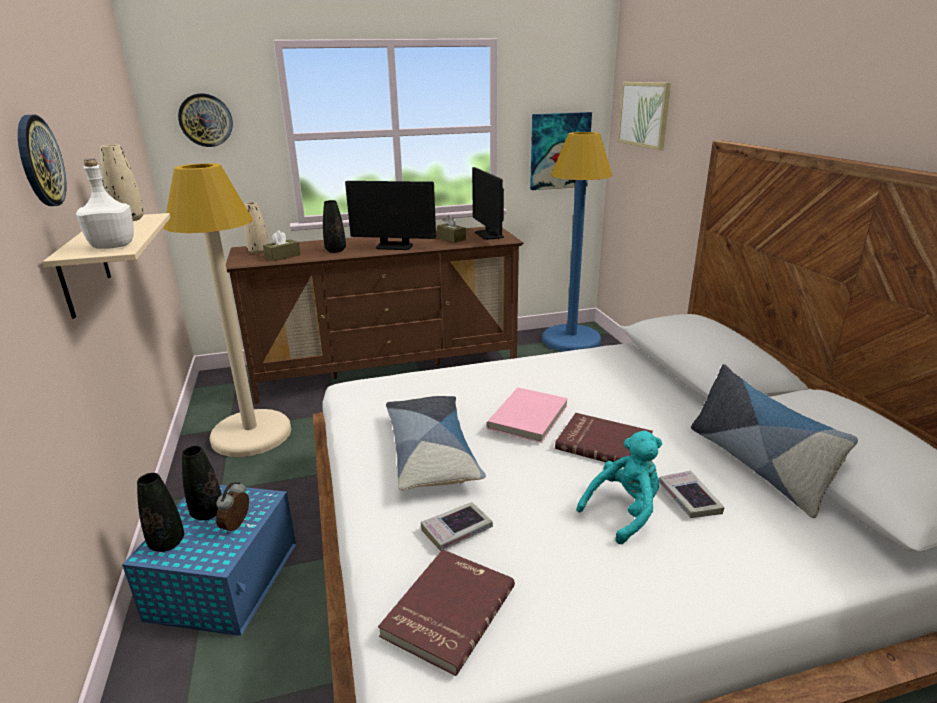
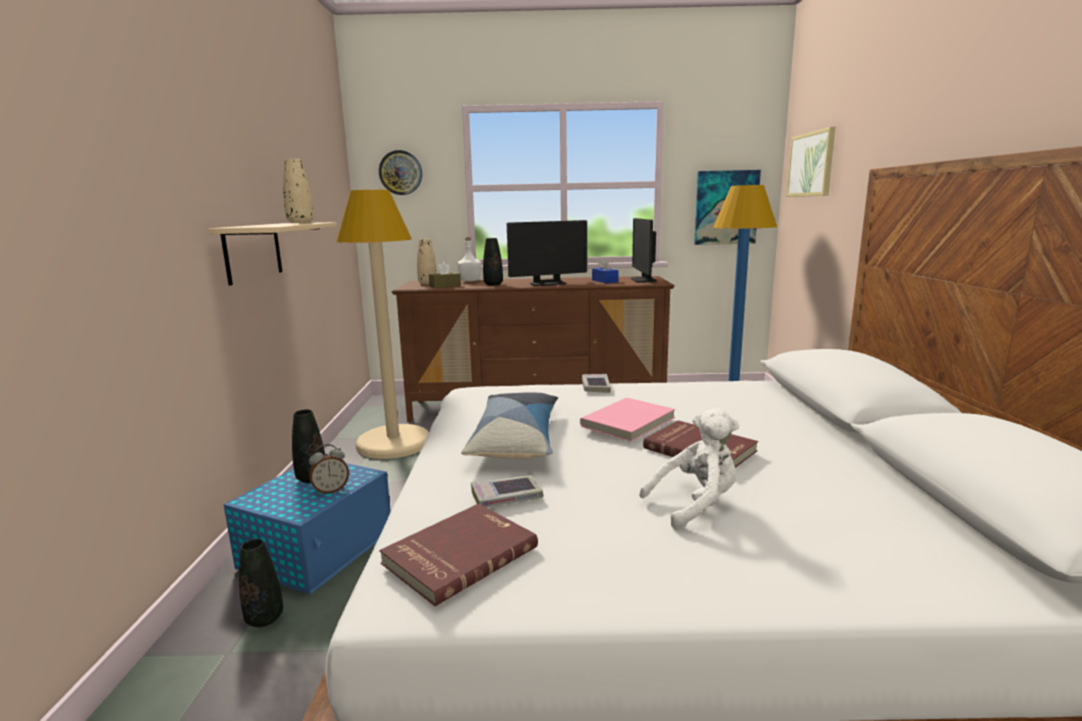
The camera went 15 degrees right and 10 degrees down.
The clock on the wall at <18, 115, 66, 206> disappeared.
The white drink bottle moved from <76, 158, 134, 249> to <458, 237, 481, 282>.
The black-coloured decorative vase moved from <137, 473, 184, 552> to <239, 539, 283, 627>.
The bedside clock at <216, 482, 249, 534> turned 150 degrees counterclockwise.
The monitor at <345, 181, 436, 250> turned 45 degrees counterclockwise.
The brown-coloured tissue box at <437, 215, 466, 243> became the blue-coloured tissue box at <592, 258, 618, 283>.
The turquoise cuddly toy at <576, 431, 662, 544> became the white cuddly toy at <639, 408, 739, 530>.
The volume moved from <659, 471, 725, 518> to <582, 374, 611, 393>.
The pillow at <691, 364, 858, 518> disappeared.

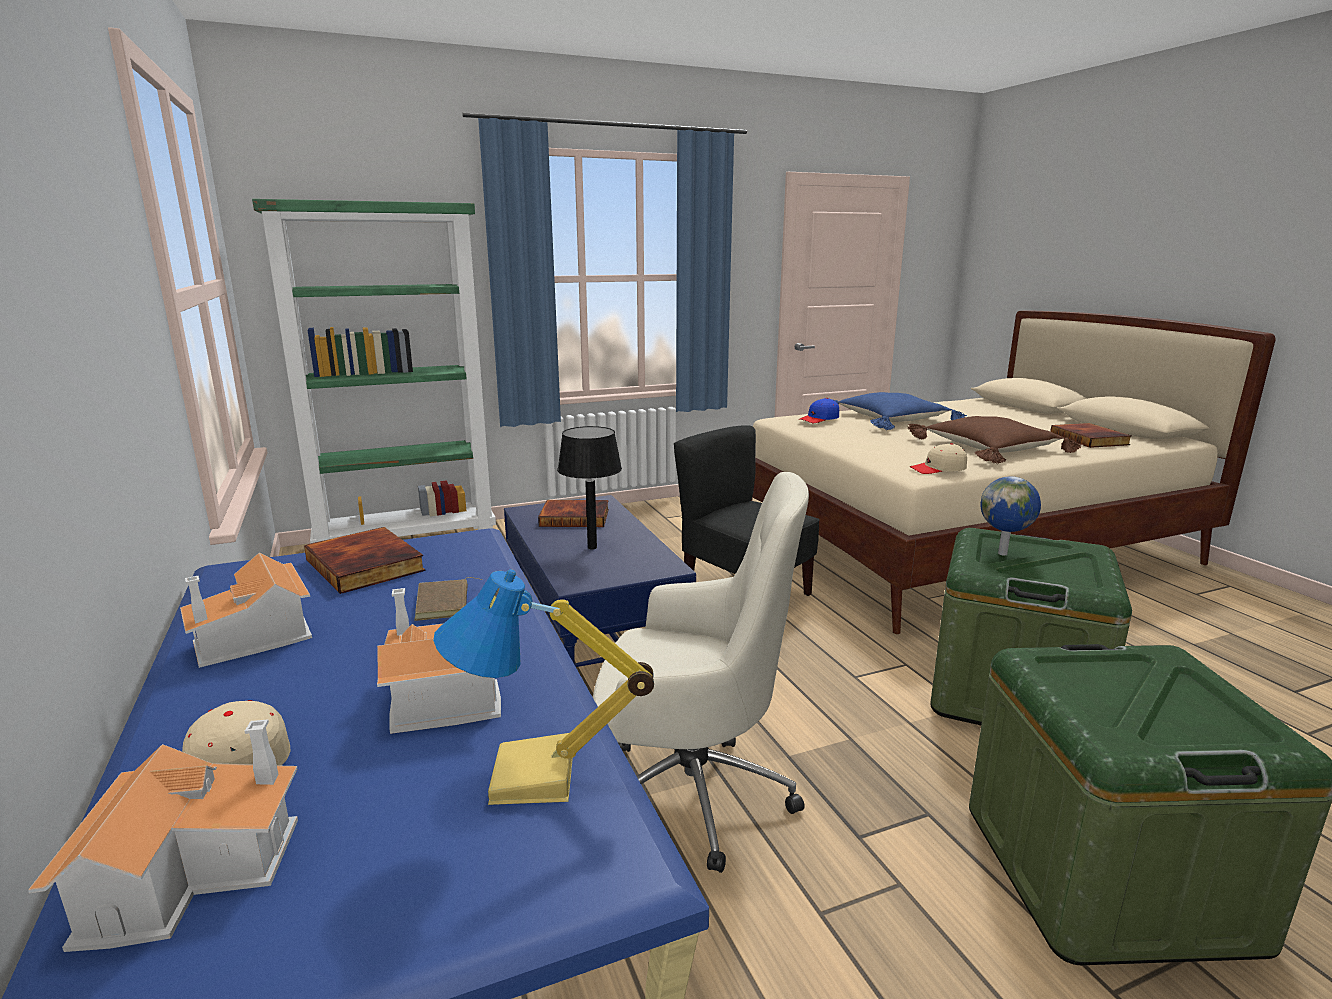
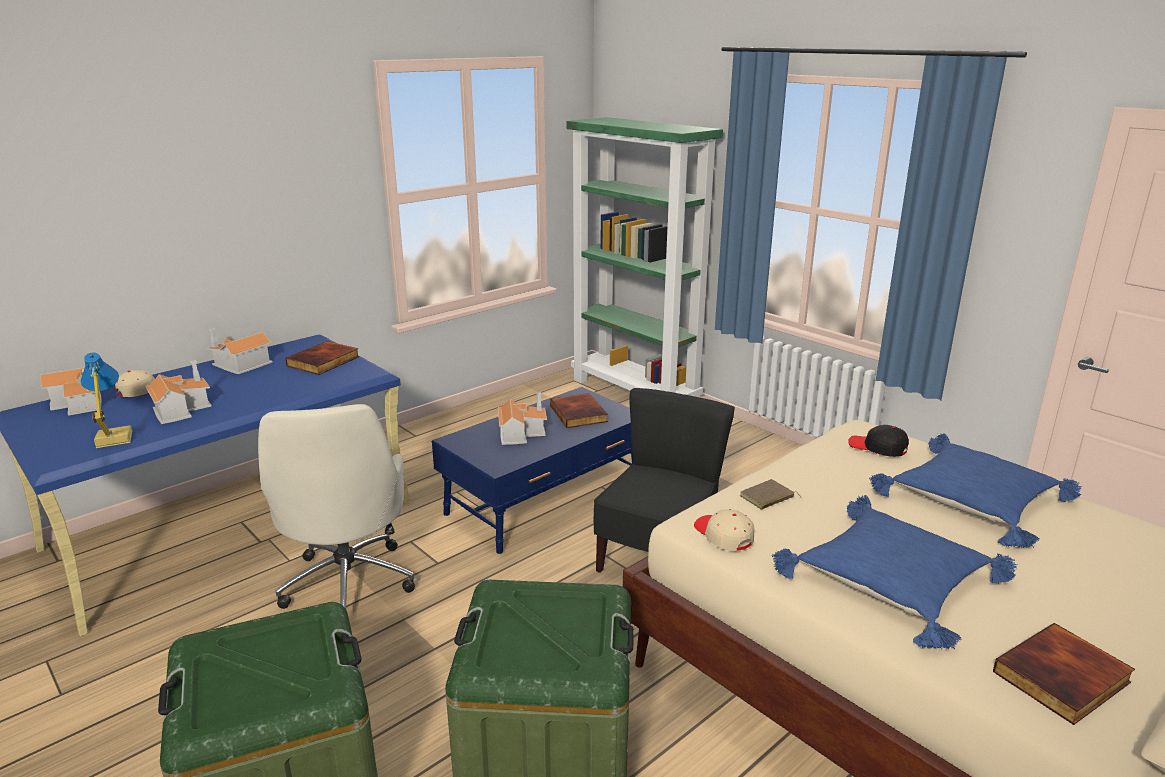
The camera went 70 degrees right and 5 degrees up.
The brown-coloured volume moved from <414, 577, 482, 621> to <740, 479, 802, 510>.
The black-coloured lamp for a table at <557, 426, 622, 550> was replaced by the miniature house at <498, 392, 547, 445>.
The blue-coloured peaked cap at <798, 398, 839, 423> became the black-coloured peaked cap at <848, 425, 909, 457>.
The brown-coloured pillow at <908, 416, 1084, 464> became the blue-coloured pillow at <771, 495, 1017, 650>.
The desk globe at <980, 476, 1041, 556> disappeared.

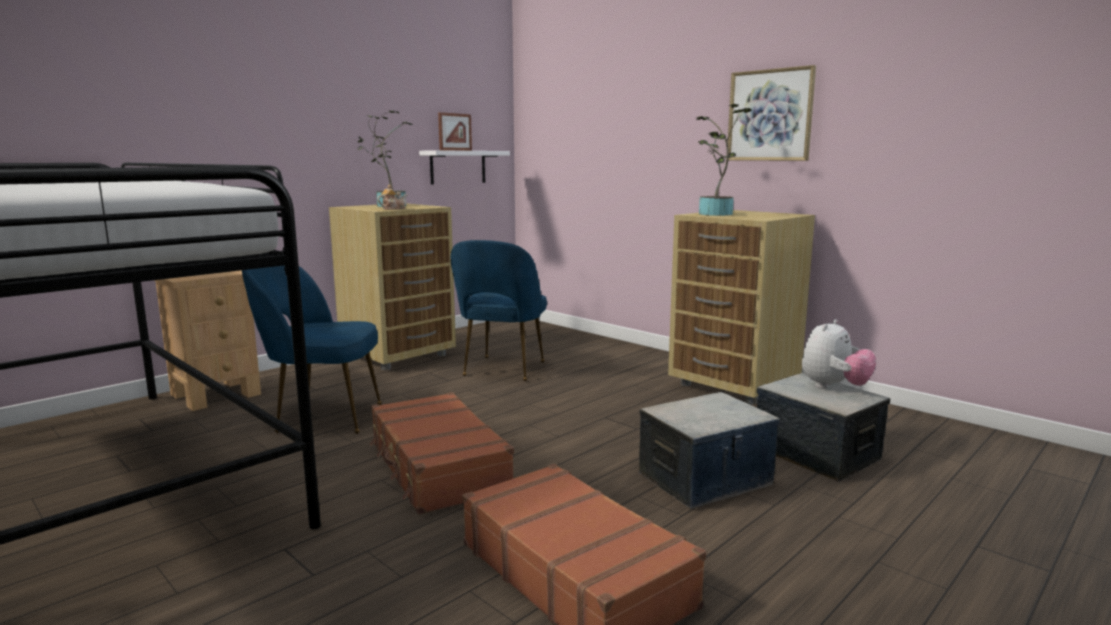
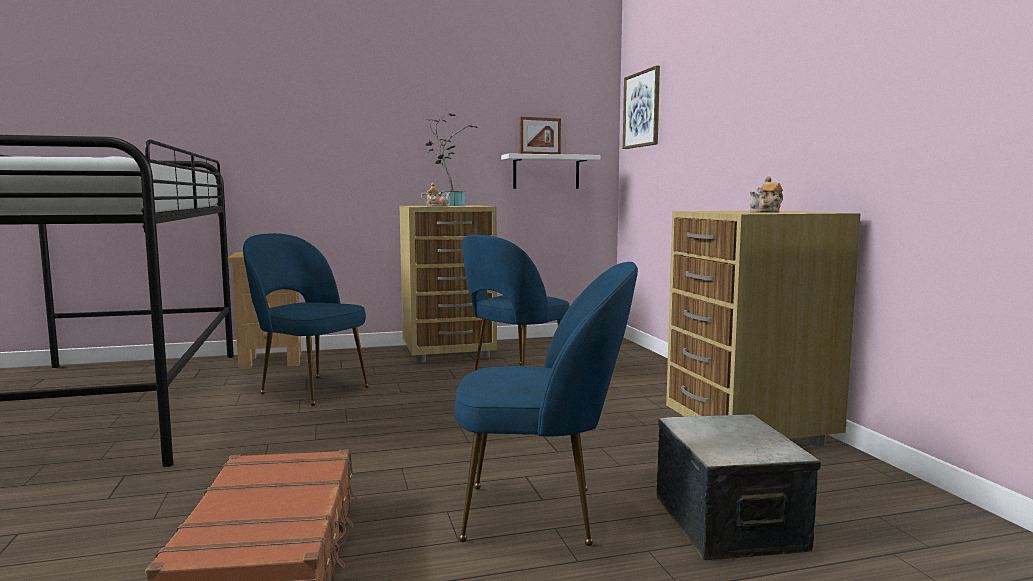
The camera went 30 degrees right and 5 degrees down.
The brown-coloured suitcase at <370, 392, 514, 514> disappeared.
The storage box at <639, 392, 780, 509> was replaced by the blue-coloured upright chair at <454, 262, 638, 546>.
The plant in a pot at <696, 104, 752, 216> disappeared.
The picture moved from <728, 65, 816, 161> to <623, 66, 660, 149>.
The cuddly toy at <802, 319, 876, 389> disappeared.
The pot for tea at <750, 177, 783, 213> appeared.

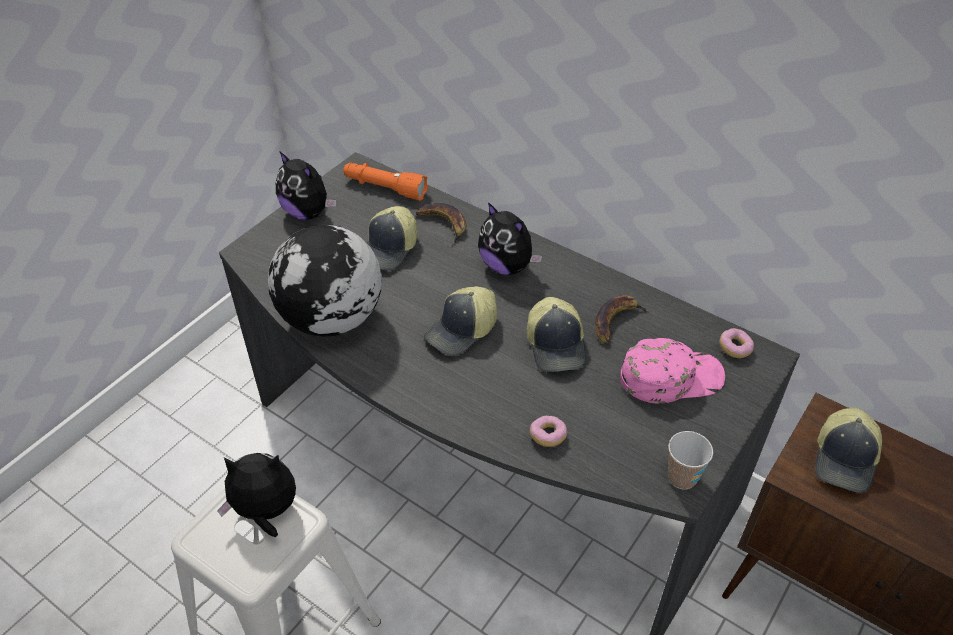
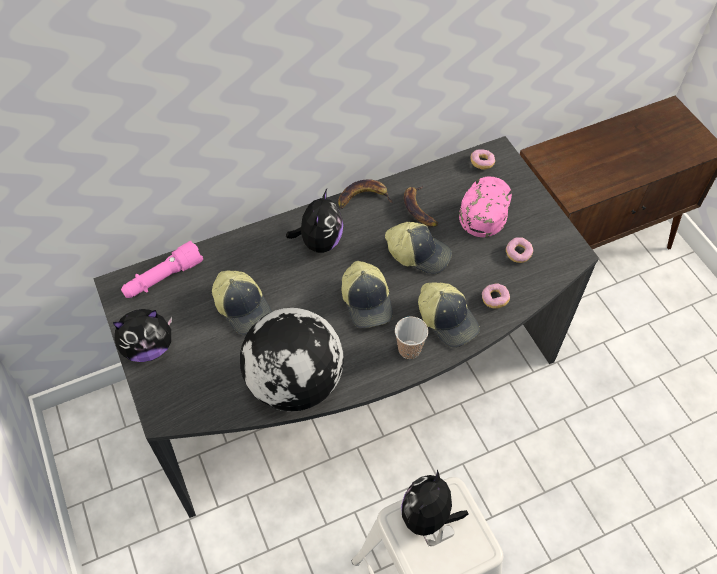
The camera went 60 degrees left and 10 degrees up.
The orange-coloured torch at <343, 163, 428, 200> became the pink torch at <121, 241, 203, 298>.
The banana fruit moved from <416, 203, 466, 246> to <338, 179, 393, 209>.
The cuddly toy at <478, 202, 542, 275> turned 60 degrees counterclockwise.
The small cup moved from <668, 431, 713, 490> to <395, 316, 428, 359>.
The peaked cap moved from <815, 408, 882, 493> to <418, 282, 480, 348>.
The doughnut at <506, 237, 533, 263> appeared.

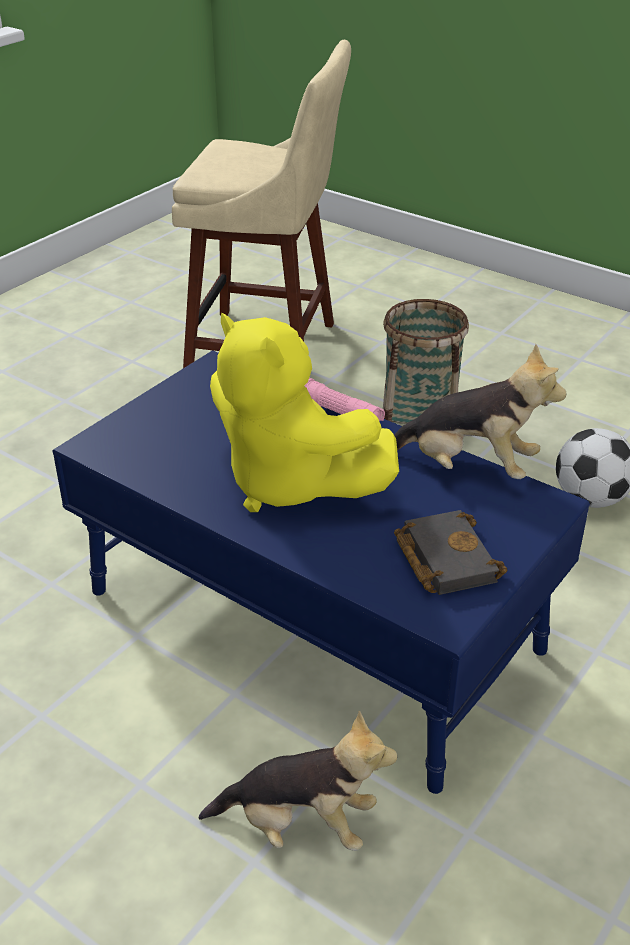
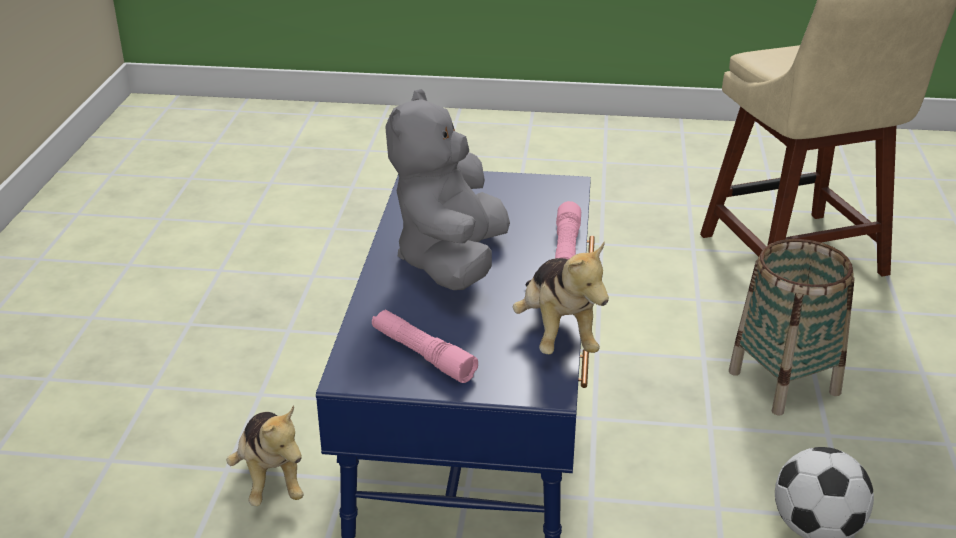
The camera went 60 degrees right and 5 degrees down.
The yellow cuddly toy at <210, 312, 399, 512> became the grey cuddly toy at <385, 89, 510, 290>.
The black-coloured volume at <394, 510, 507, 595> was replaced by the pink torch at <372, 310, 478, 383>.

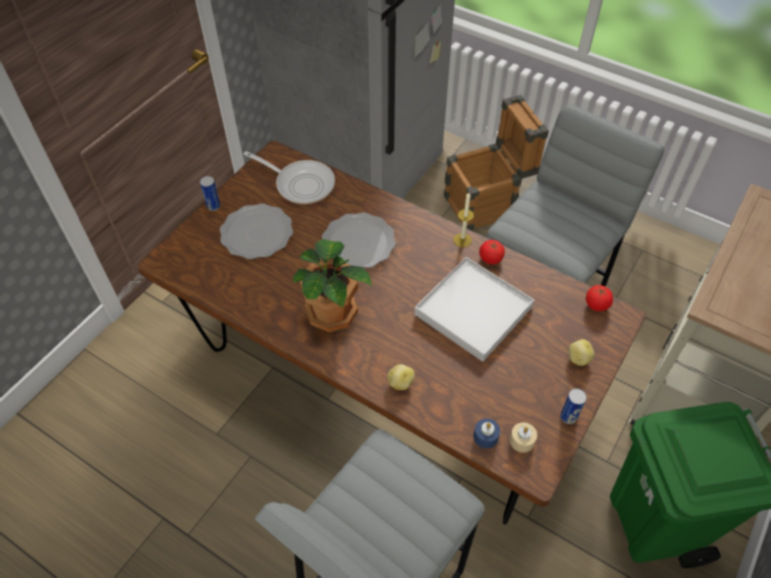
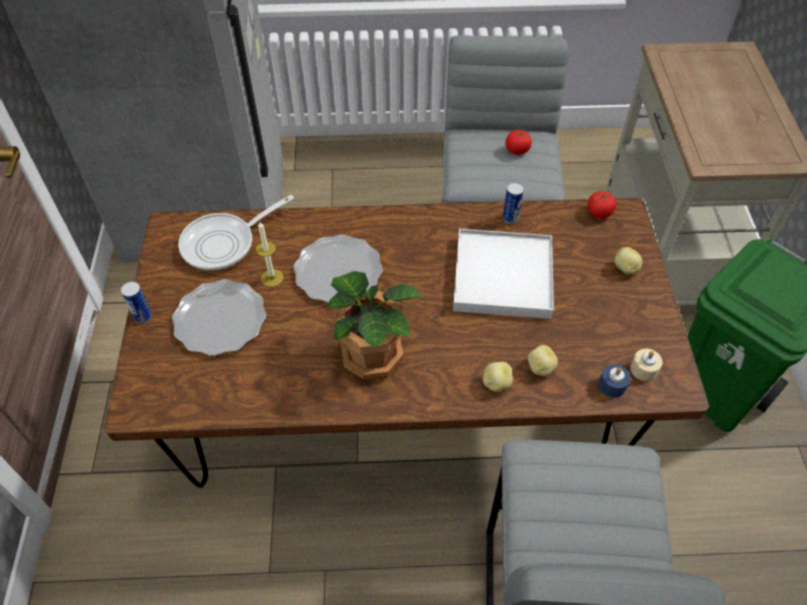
The camera went 35 degrees left and 0 degrees up.
The frying pan at <243, 151, 335, 204> turned 150 degrees clockwise.
The crate at <444, 95, 549, 230> disappeared.
The wax light moved from <453, 192, 474, 247> to <256, 222, 283, 287>.
The fresh tomato moved from <479, 240, 505, 264> to <505, 130, 532, 155>.
The metal can moved from <560, 389, 587, 424> to <503, 182, 524, 224>.
The spud at <528, 345, 558, 376> appeared.

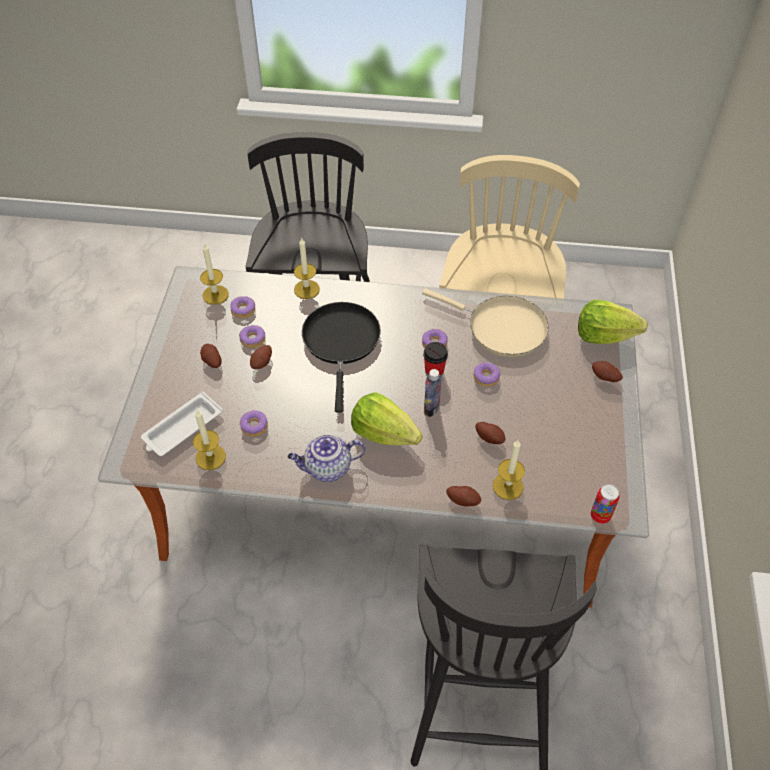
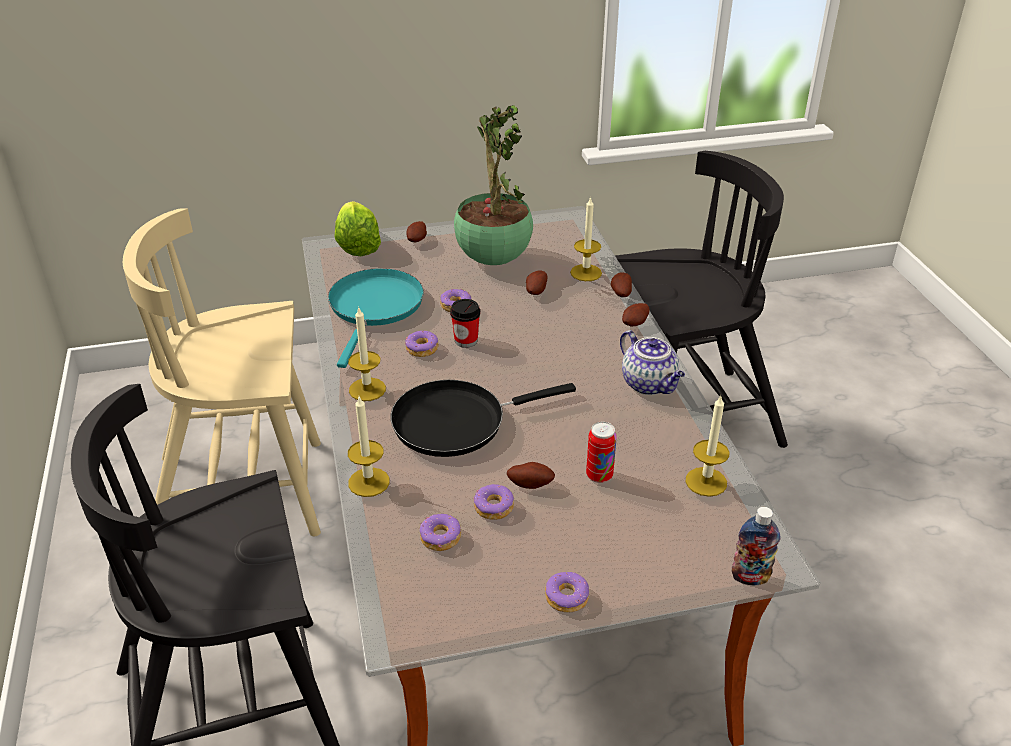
The camera went 110 degrees left and 15 degrees down.
The white tray at <141, 392, 223, 456> disappeared.
The wax light moved from <200, 244, 229, 305> to <348, 306, 386, 401>.
The spud moved from <200, 344, 222, 368> to <622, 303, 649, 326>.
The doughnut moved from <240, 410, 268, 437> to <545, 572, 589, 612>.
The lettuce head at <351, 392, 422, 446> disappeared.
The beige-coloured frying pan at <422, 288, 549, 357> became the turquoise frying pan at <328, 268, 424, 368>.
The drink bottle moved from <424, 369, 442, 417> to <731, 507, 780, 585>.
The metal can moved from <591, 484, 620, 524> to <586, 422, 617, 483>.
The plant in a pot at <454, 105, 533, 265> appeared.

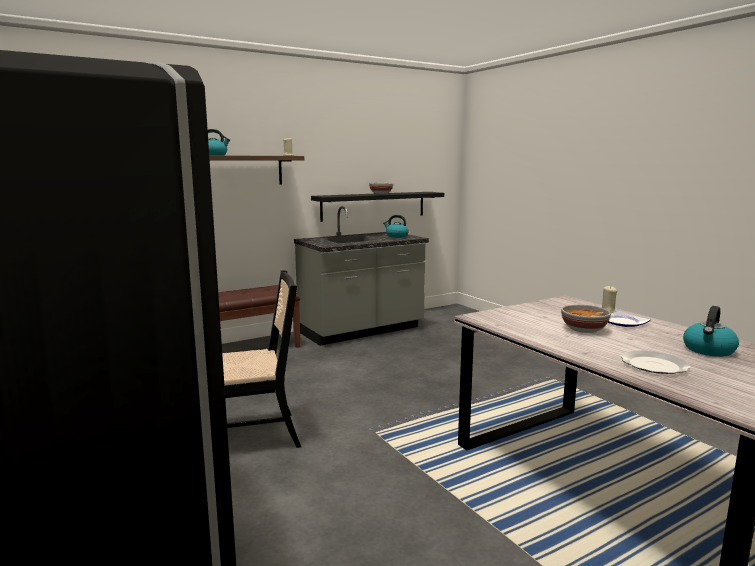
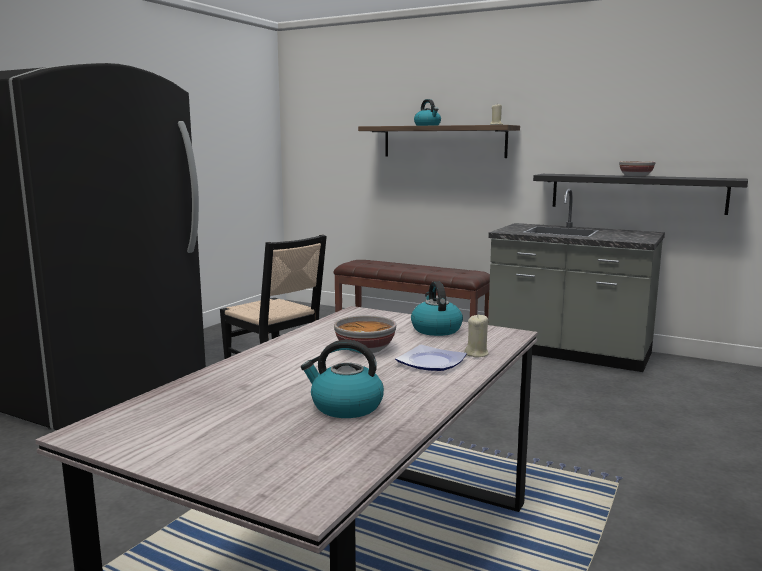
The camera went 60 degrees right and 0 degrees up.
The tea kettle moved from <383, 215, 409, 238> to <411, 281, 463, 336>.
The plate at <621, 350, 691, 374> disappeared.

